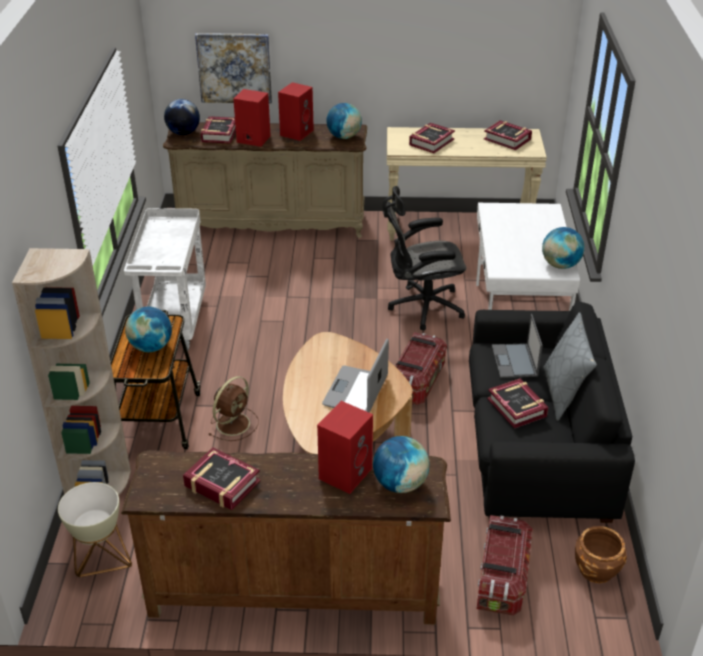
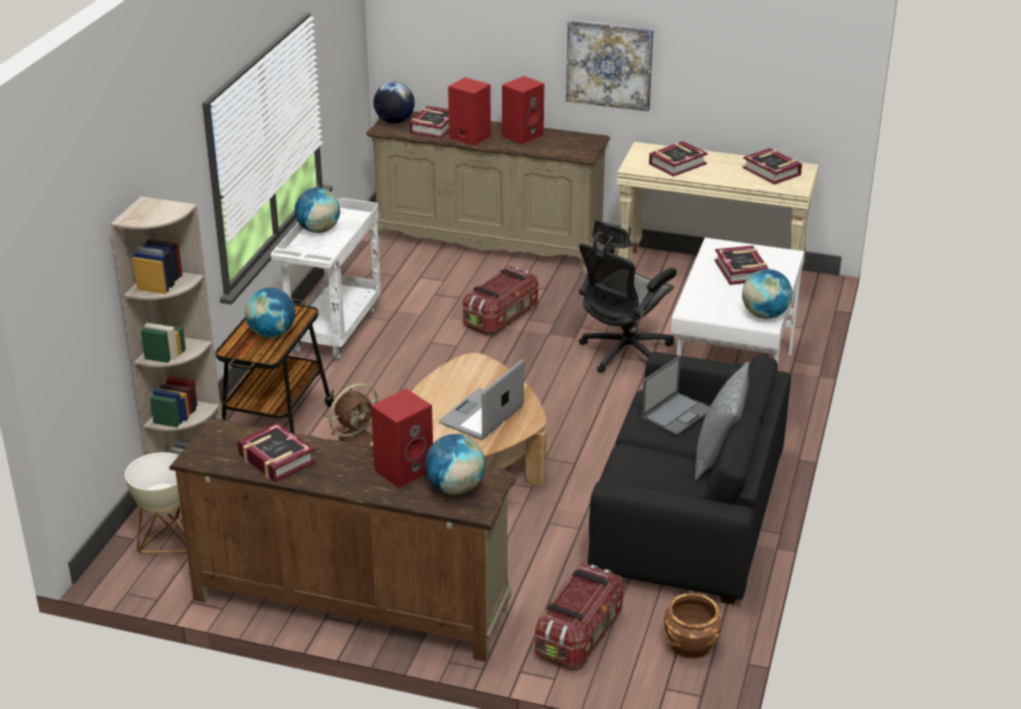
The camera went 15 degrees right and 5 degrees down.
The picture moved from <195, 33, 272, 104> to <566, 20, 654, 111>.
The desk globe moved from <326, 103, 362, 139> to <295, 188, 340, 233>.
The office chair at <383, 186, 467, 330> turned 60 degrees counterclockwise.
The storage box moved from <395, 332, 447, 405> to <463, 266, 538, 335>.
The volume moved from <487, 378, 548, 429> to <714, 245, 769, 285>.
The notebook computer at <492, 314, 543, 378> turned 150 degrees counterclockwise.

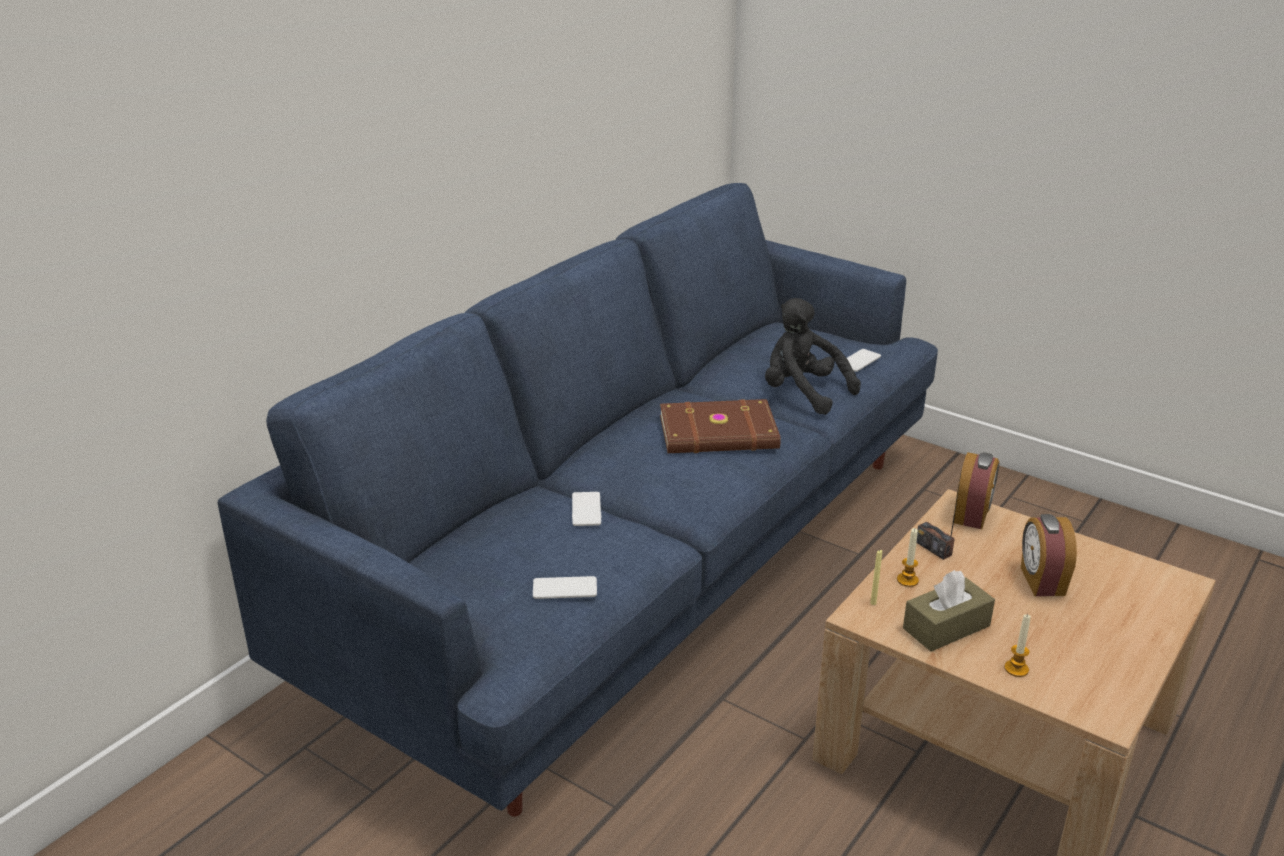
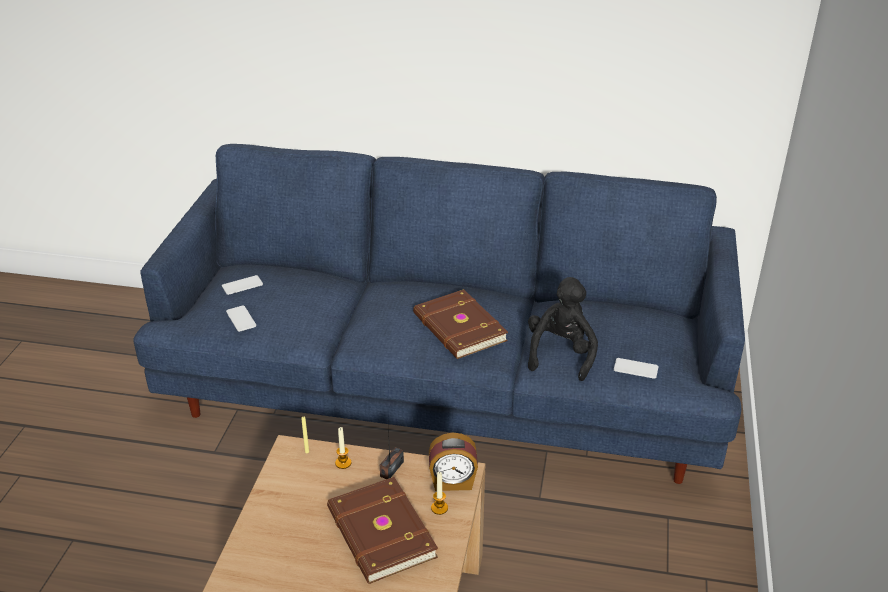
The camera went 65 degrees right and 5 degrees up.
The phone moved from <572, 492, 601, 526> to <222, 275, 263, 295>.
The brown-coloured tissue box at <903, 570, 995, 652> disappeared.
The wax light moved from <1004, 614, 1031, 677> to <431, 472, 448, 515>.
The bedside clock at <1021, 514, 1077, 596> was replaced by the brown-coloured volume at <327, 477, 438, 584>.

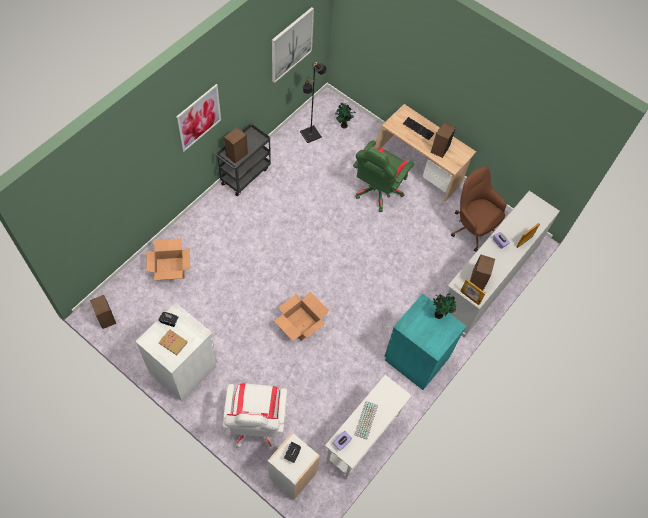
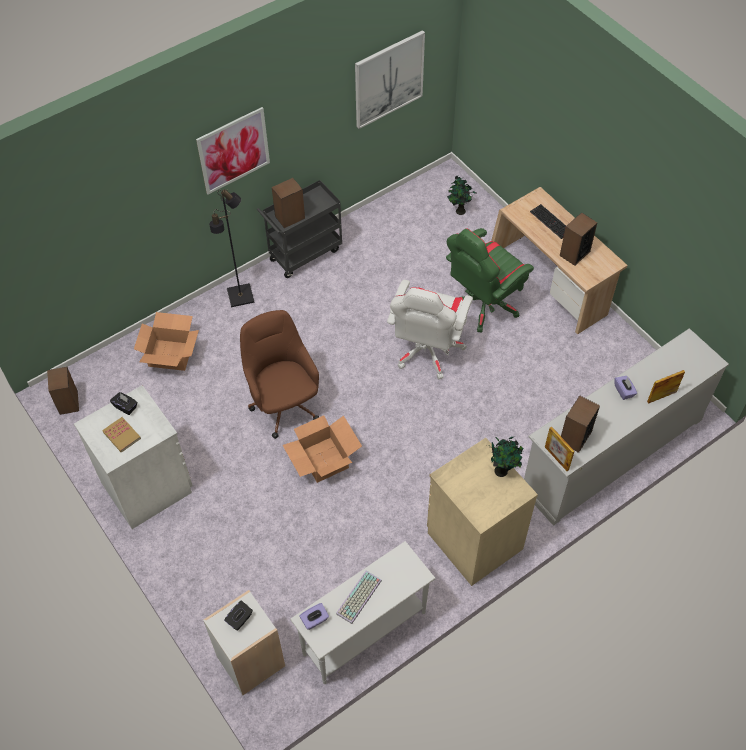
The camera went 20 degrees right and 5 degrees down.
The white office chair moved from <223, 383, 287, 451> to <387, 280, 473, 379>.
The black-coloured standing lamp moved from <300, 62, 327, 143> to <209, 189, 255, 307>.
The turquoise drawer chest at <385, 293, 466, 390> became the beige-coloured drawer chest at <427, 438, 538, 586>.
The brown-coloured office chair moved from <451, 166, 507, 252> to <240, 310, 319, 439>.

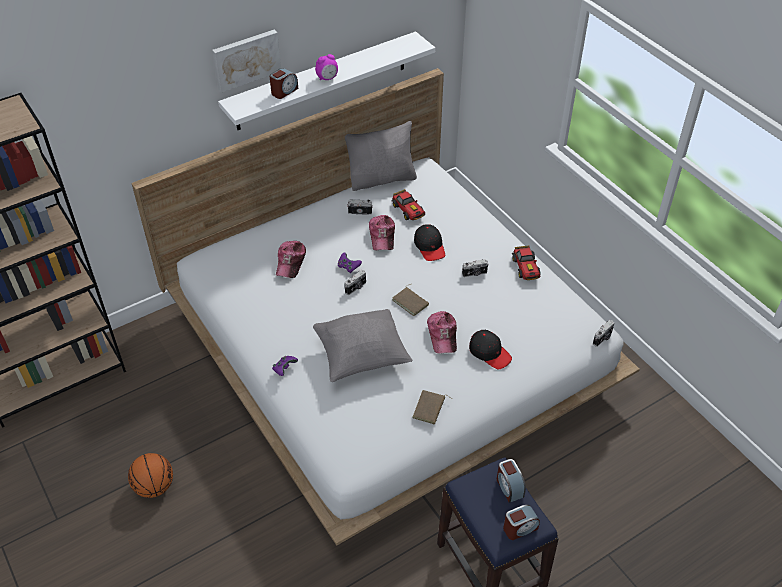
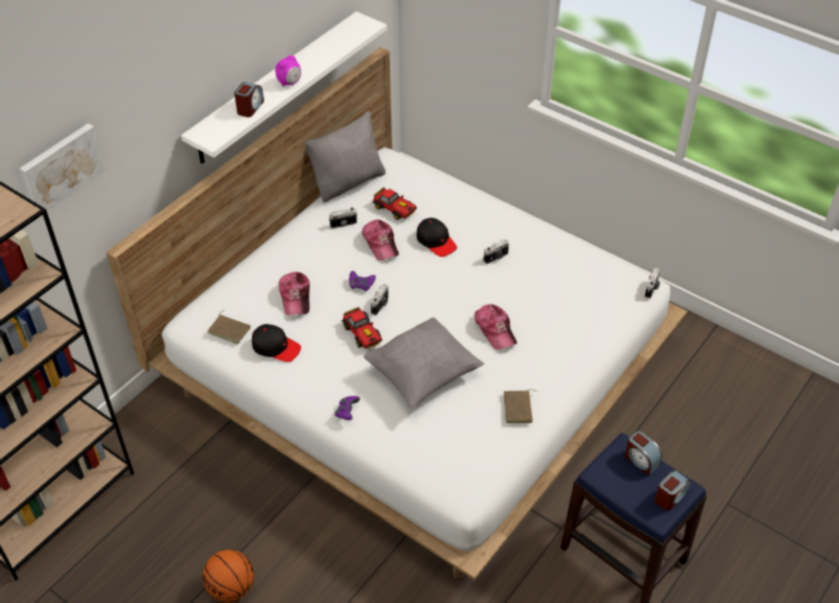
The camera went 20 degrees left and 0 degrees up.
The picture moved from <212, 30, 281, 92> to <19, 124, 106, 211>.
The brown-coloured volume moved from <392, 284, 429, 316> to <208, 310, 250, 344>.
The black-coloured peaked cap moved from <469, 330, 512, 369> to <252, 324, 301, 362>.
The toy car moved from <512, 245, 541, 280> to <341, 307, 382, 349>.

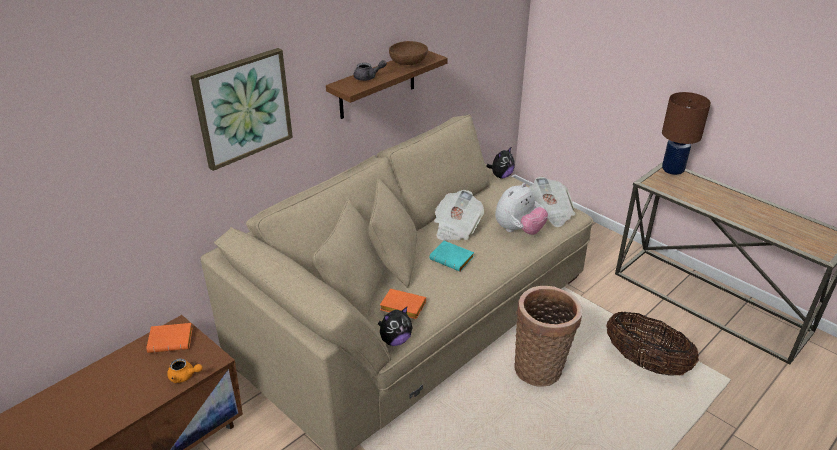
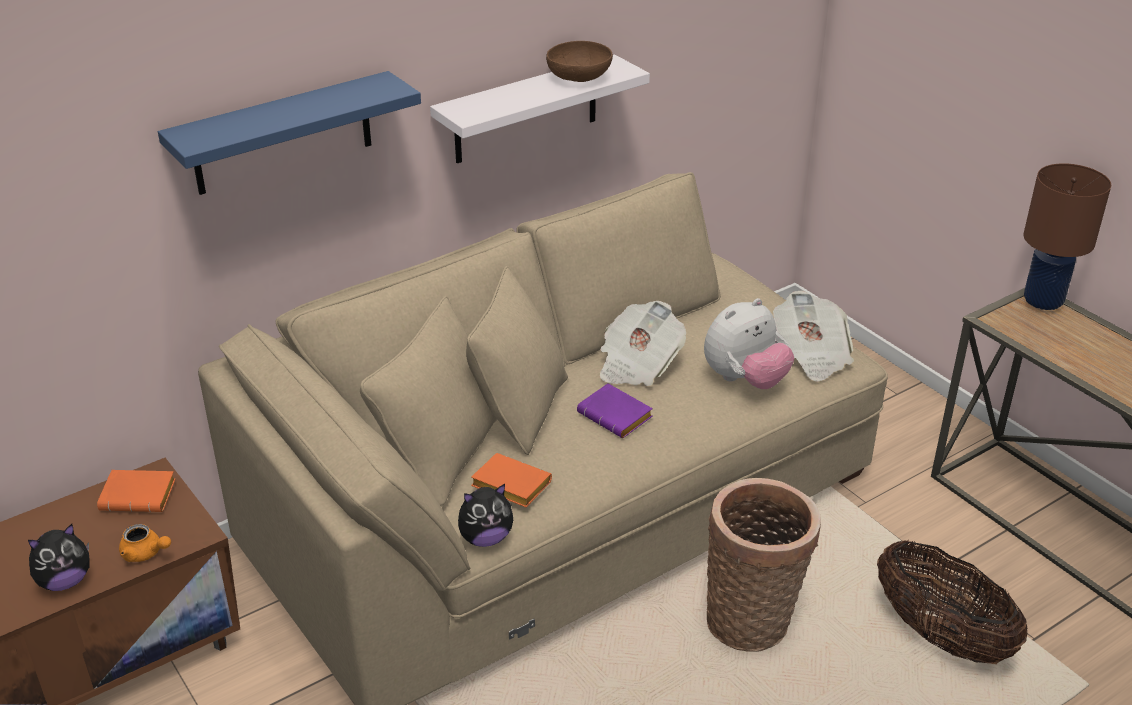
The camera went 10 degrees right and 0 degrees up.
The picture at <190, 48, 293, 171> was replaced by the blue-coloured bracket shelf at <158, 71, 421, 195>.
The brown-coloured bracket shelf at <326, 51, 448, 119> became the white bracket shelf at <430, 54, 650, 163>.
The grey pot for tea at <354, 60, 387, 81> disappeared.
The turquoise volume at <429, 241, 474, 271> became the purple volume at <577, 383, 653, 438>.
The cuddly toy moved from <486, 147, 515, 179> to <28, 524, 90, 591>.

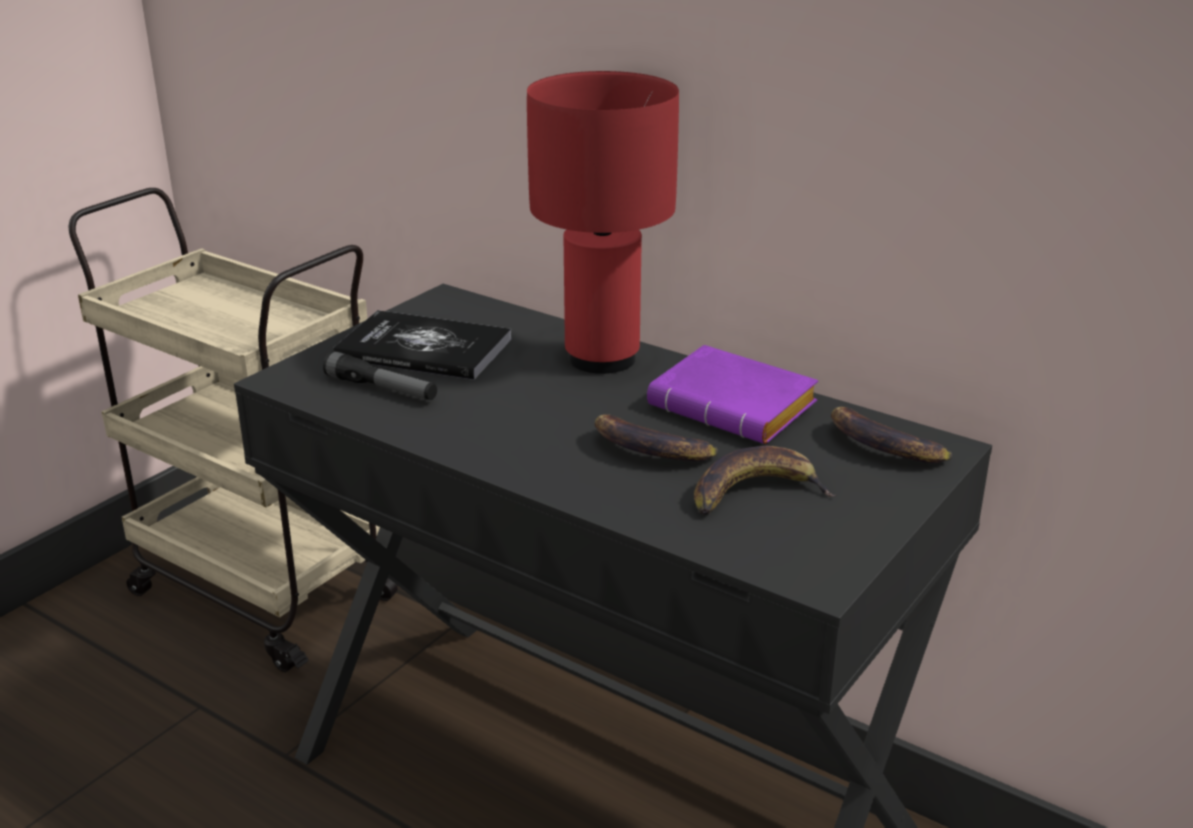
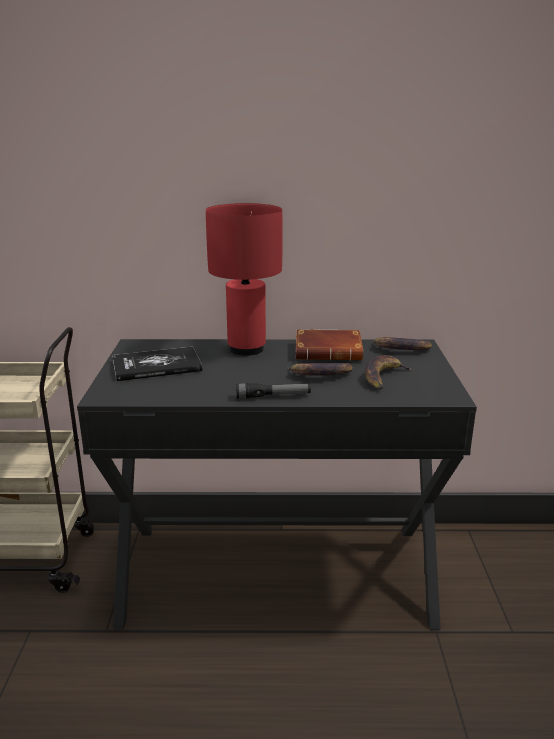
The camera went 35 degrees left and 5 degrees down.
The torch moved from <323, 351, 437, 400> to <236, 383, 311, 399>.
The purple volume at <647, 345, 818, 444> became the brown-coloured volume at <296, 329, 363, 360>.

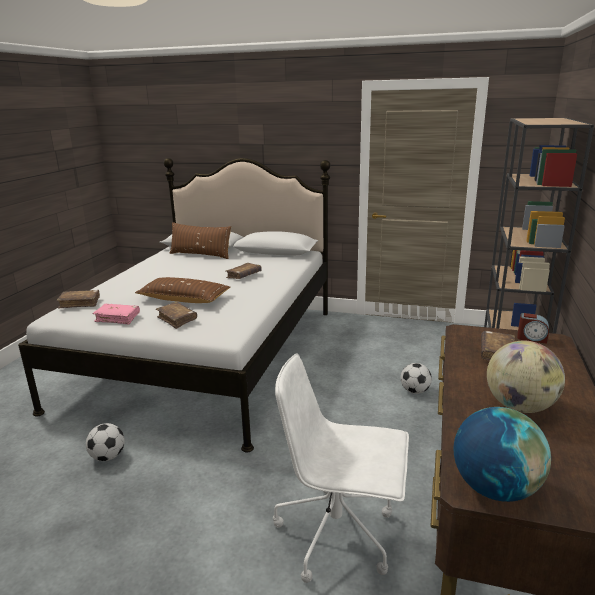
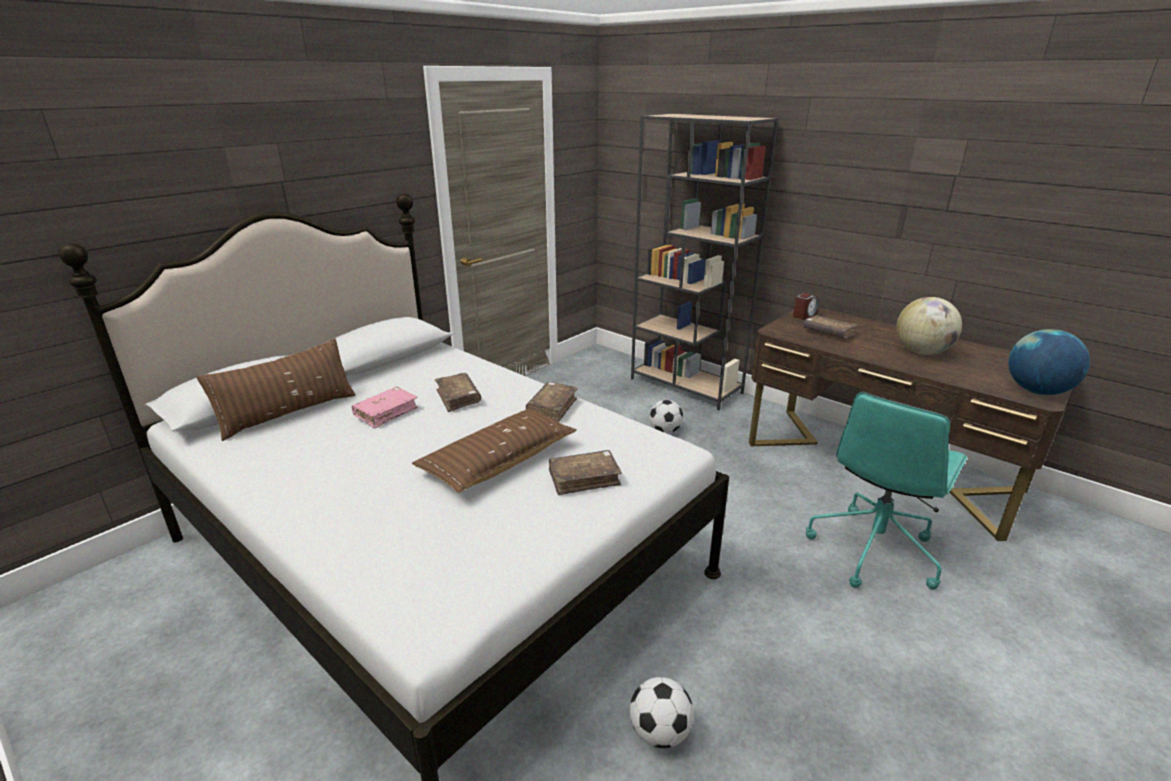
The camera went 65 degrees left and 5 degrees up.
The brown-coloured volume moved from <57, 290, 100, 308> to <526, 382, 578, 422>.
The pink volume moved from <93, 304, 140, 324> to <352, 387, 418, 428>.
The white office chair at <273, 354, 409, 583> became the turquoise office chair at <806, 393, 967, 589>.

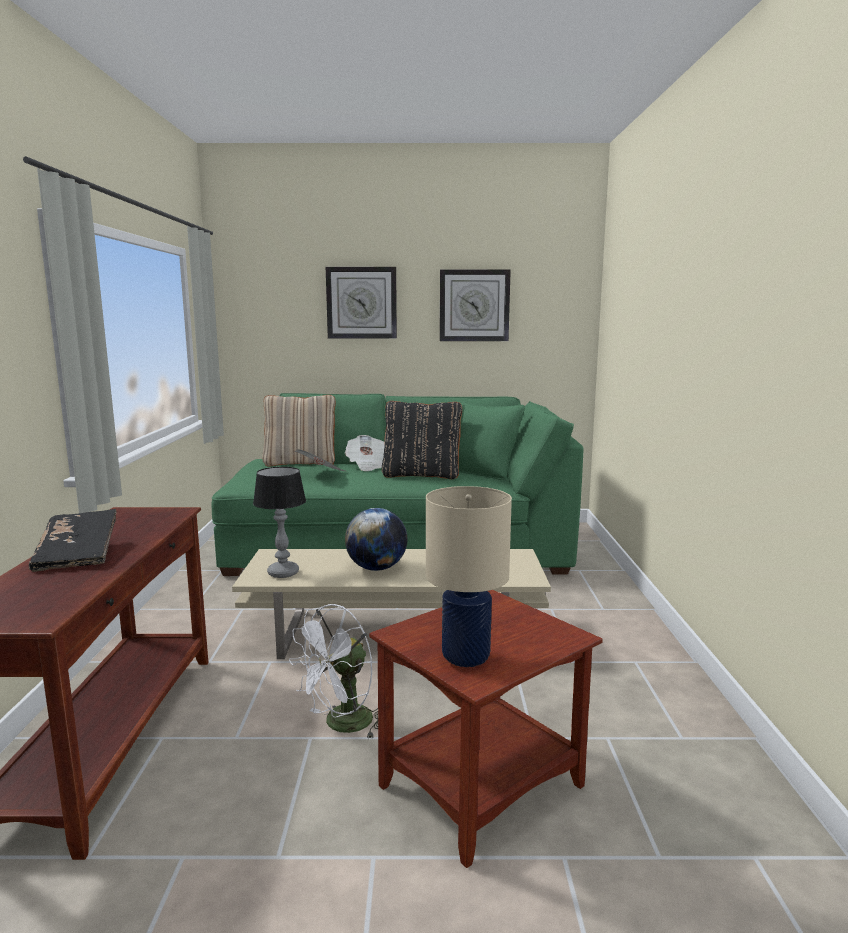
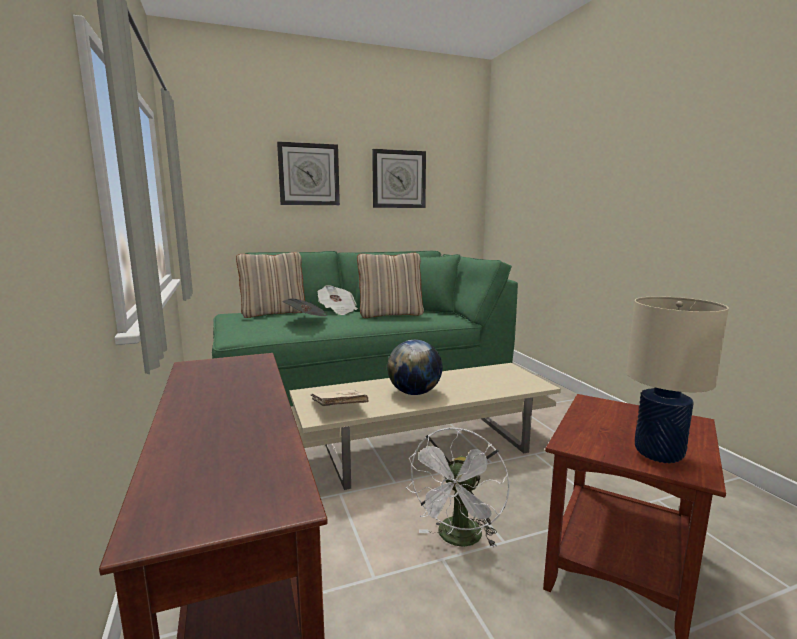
The camera went 20 degrees left and 0 degrees up.
The black-coloured volume at <29, 509, 117, 572> disappeared.
The lamp for a table at <253, 467, 306, 578> was replaced by the beige-coloured volume at <311, 389, 369, 406>.
The black-coloured pillow at <382, 401, 462, 479> became the beige-coloured pillow at <357, 253, 424, 318>.

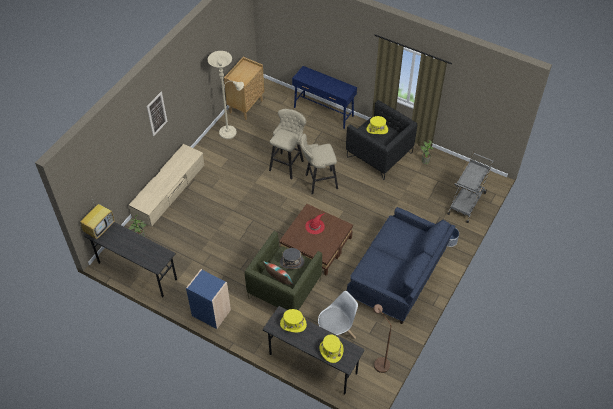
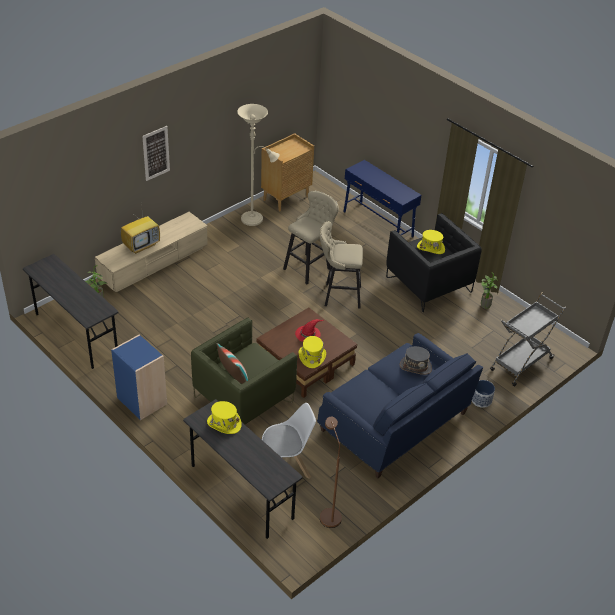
The camera went 15 degrees right and 10 degrees down.
The TV moved from <80, 196, 115, 239> to <121, 203, 160, 254>.
The grey hat moved from <280, 248, 304, 269> to <400, 346, 432, 375>.
The yellow hat moved from <319, 334, 344, 363> to <299, 336, 326, 368>.

